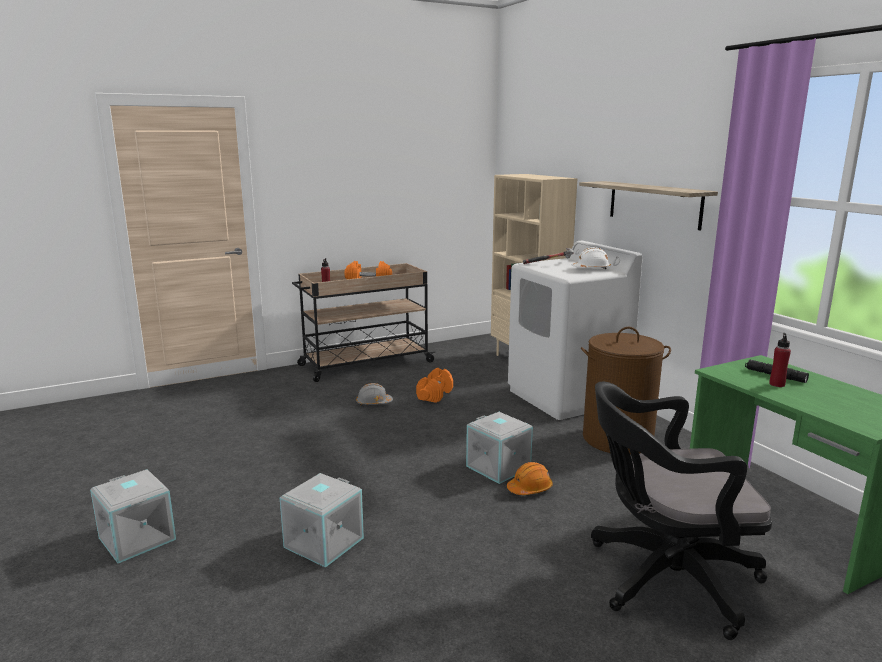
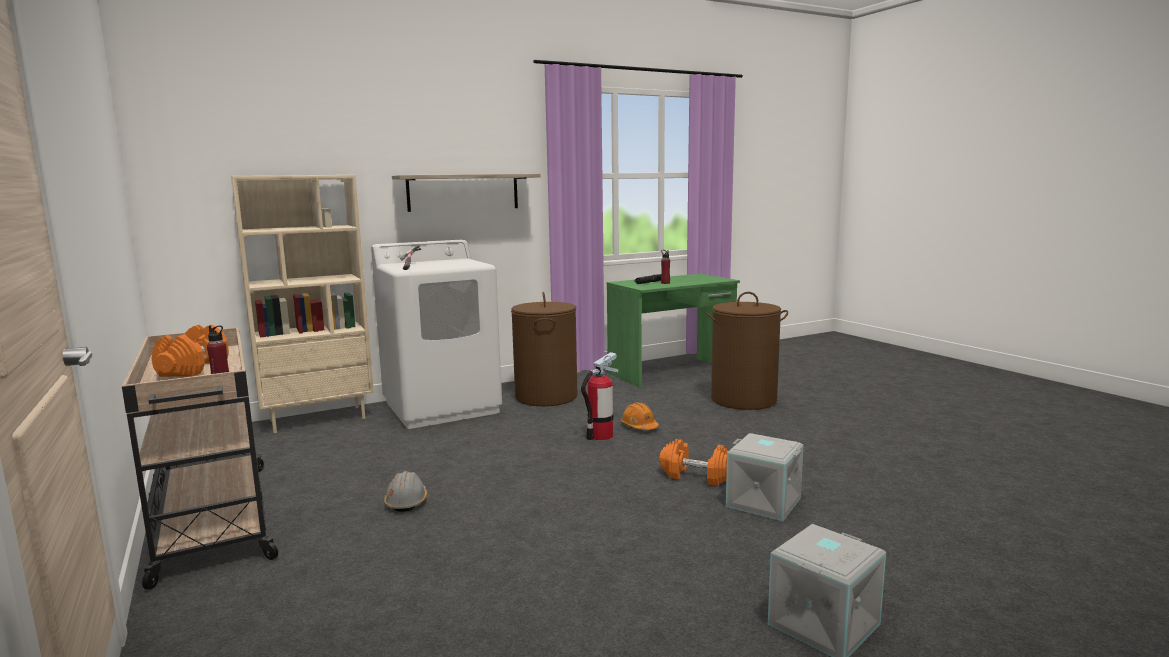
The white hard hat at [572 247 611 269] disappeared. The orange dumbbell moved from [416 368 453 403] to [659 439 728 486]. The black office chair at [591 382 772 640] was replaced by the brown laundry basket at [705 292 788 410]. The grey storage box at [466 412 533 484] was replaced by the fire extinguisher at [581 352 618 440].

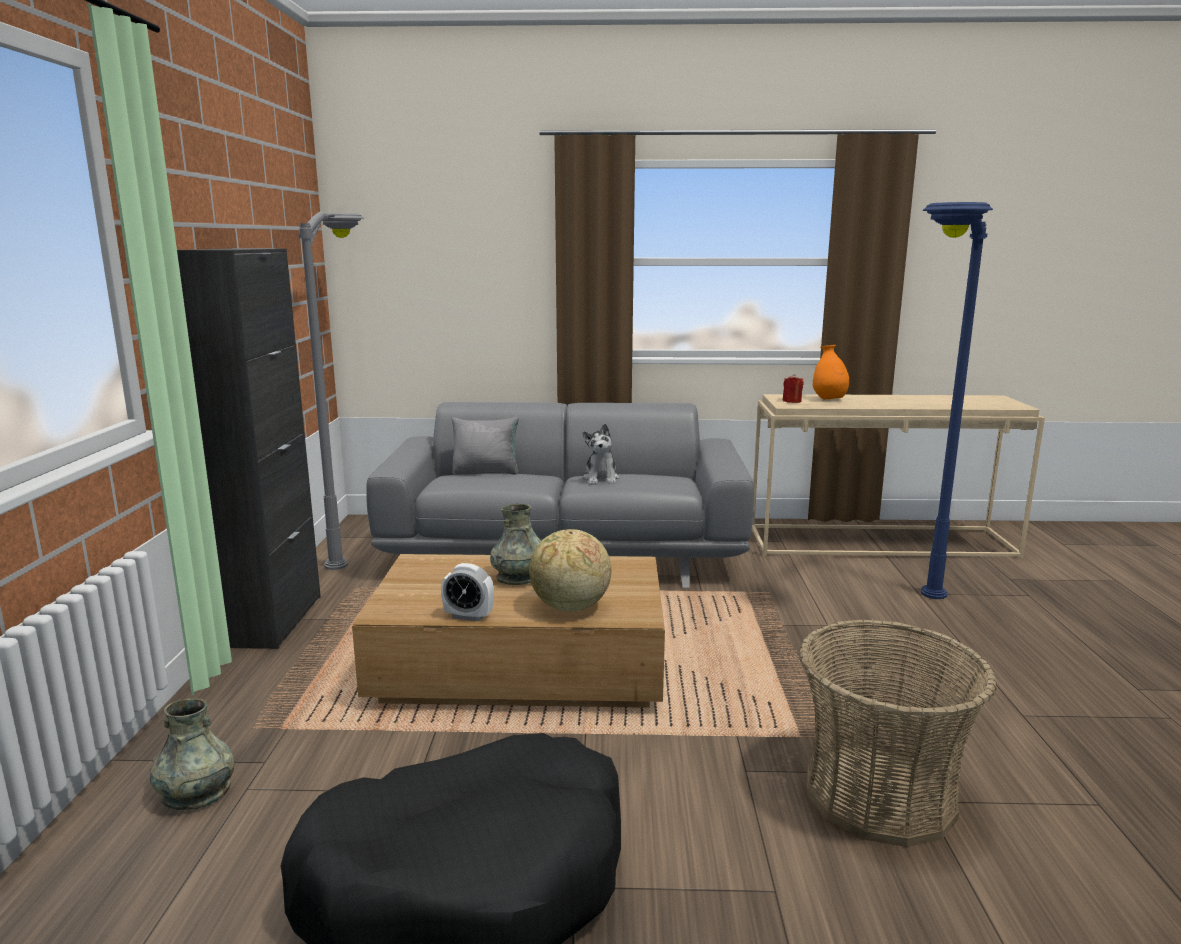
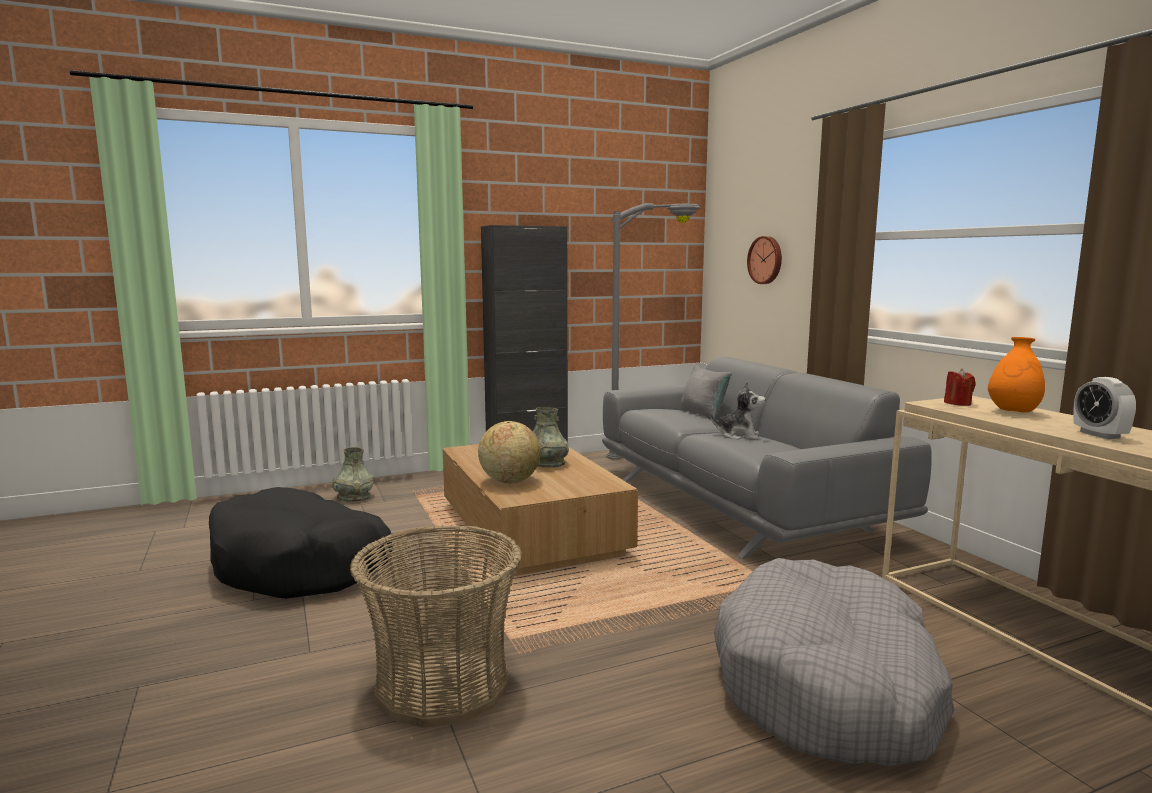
The blue floor lamp at [921 202 993 599] was replaced by the grey dog bed at [714 558 955 766]. The plush toy at [583 424 619 485] turned 135 degrees counterclockwise. The alarm clock moved from [441 563 494 621] to [1073 377 1136 439]. The wall clock at [747 236 782 284] appeared.

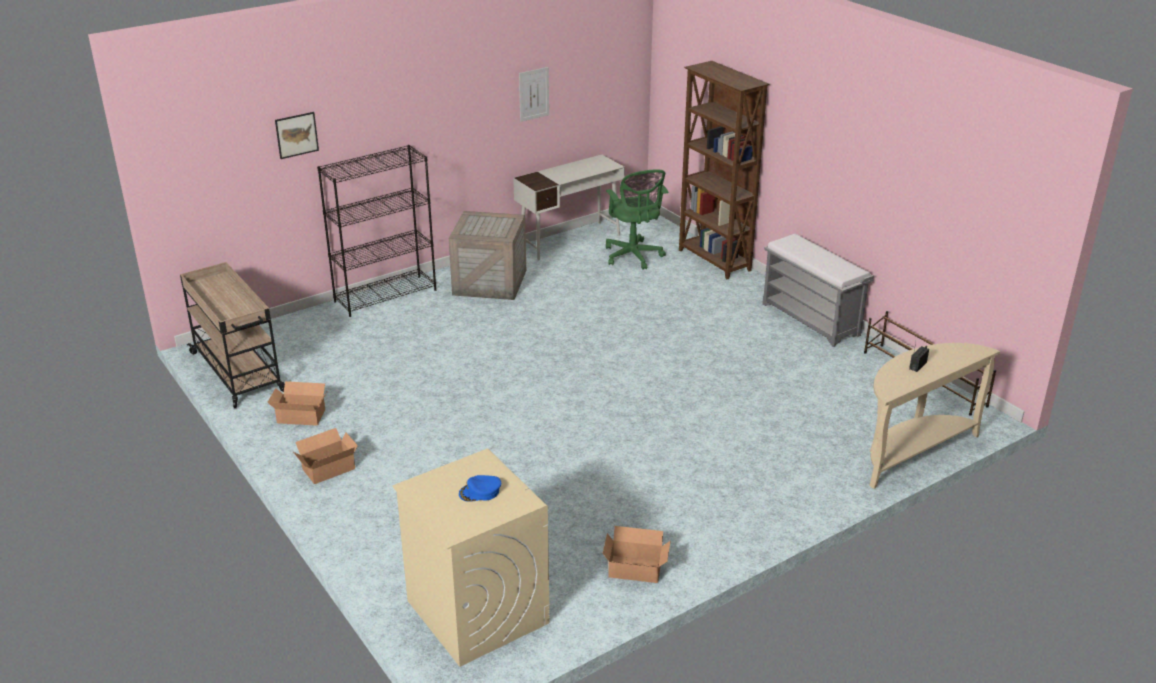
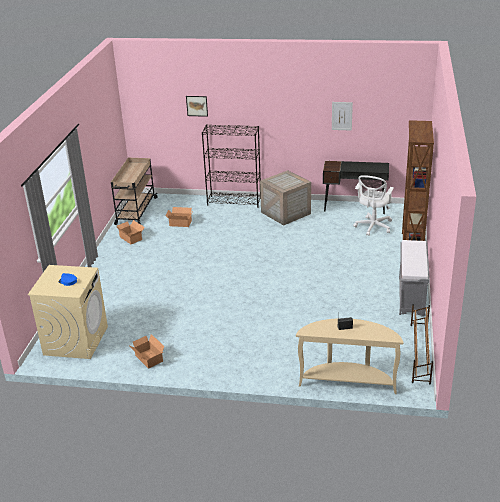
The white desk at [513 155 625 261] became the black desk at [323 161 389 214]. The green office chair at [606 169 668 270] became the white office chair at [353 175 394 236]. The cardboard box moved from [293 428 358 484] to [165 207 193 227].

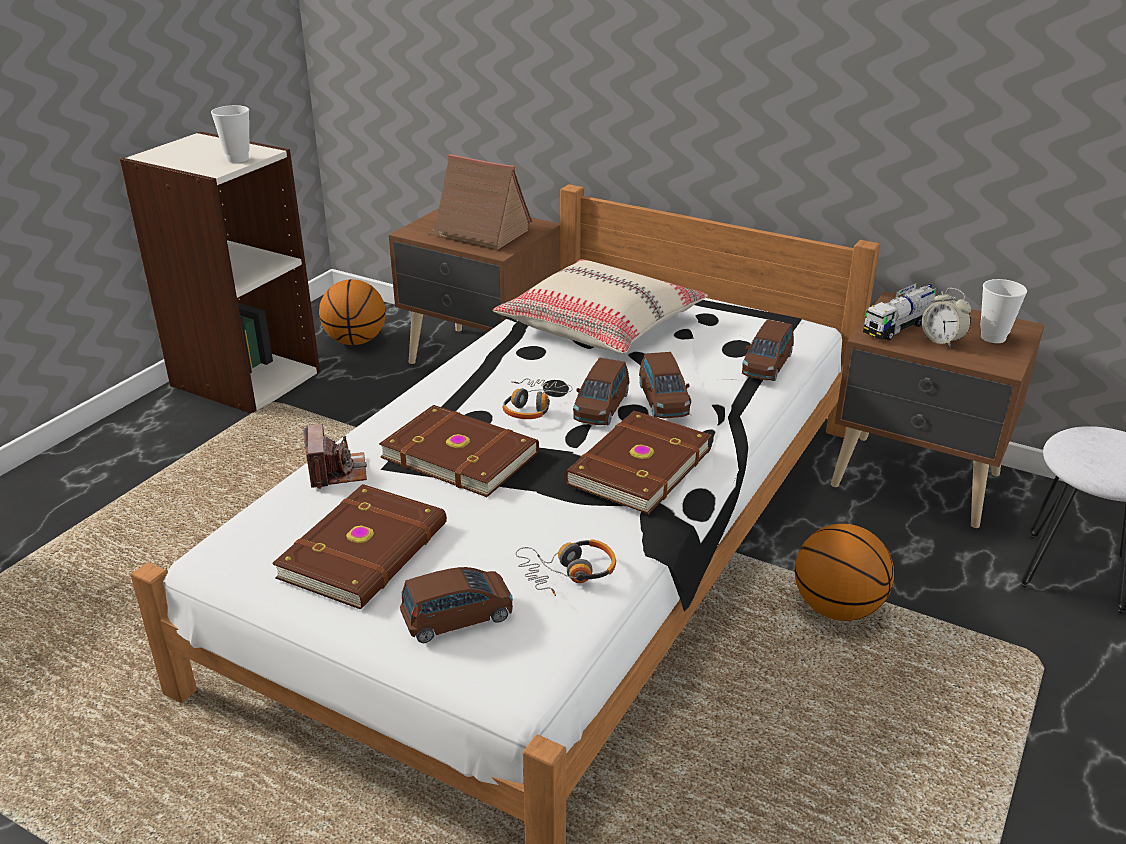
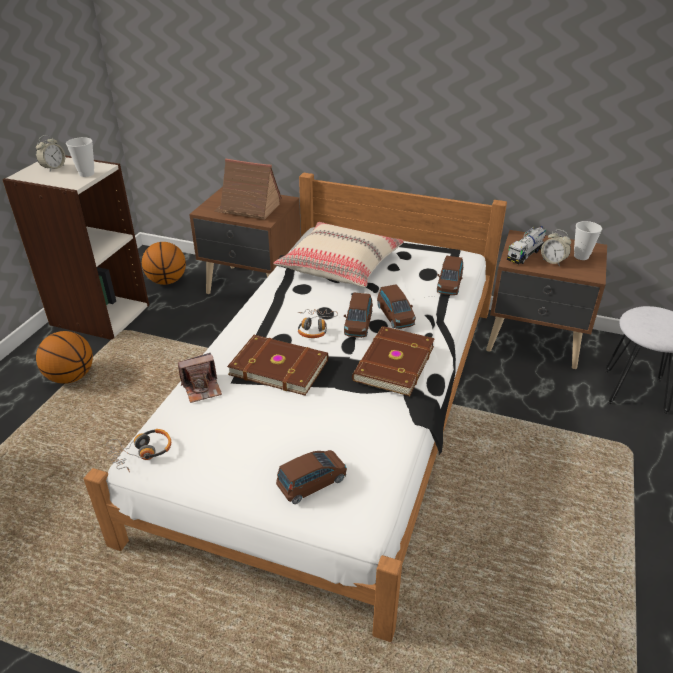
The photo camera at [302 424 367 489] turned 90 degrees clockwise. The brown book at [272 484 447 609] disappeared. The basketball moved from [795 524 894 621] to [36 331 93 384]. The headphones moved from [516 539 616 596] to [106 429 171 472]. The alarm clock at [36 135 65 171] appeared.

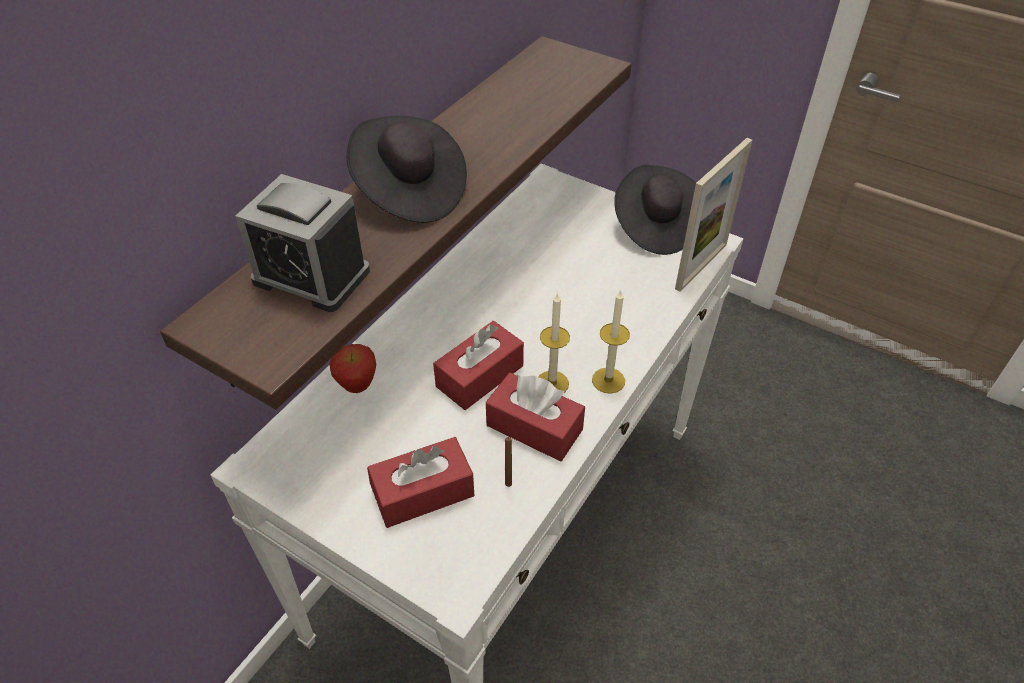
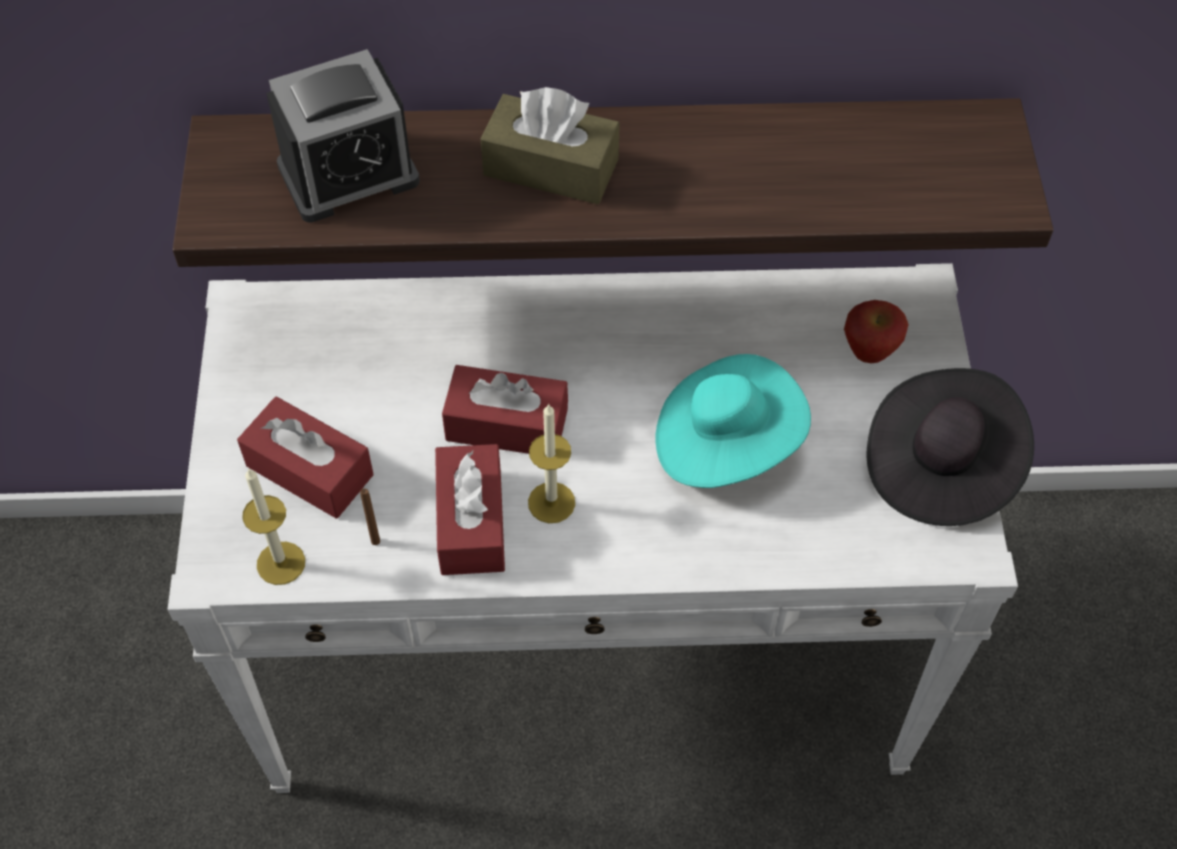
The black hat at [347 116 467 223] was replaced by the brown tissue box at [481 87 620 204]. The picture frame at [675 138 752 292] disappeared. The alarm clock at [235 174 370 312] turned 105 degrees counterclockwise. The candle moved from [592 290 630 394] to [242 468 305 585]. The apple moved from [330 344 376 393] to [844 300 909 363]. The turquoise hat at [655 354 811 488] appeared.

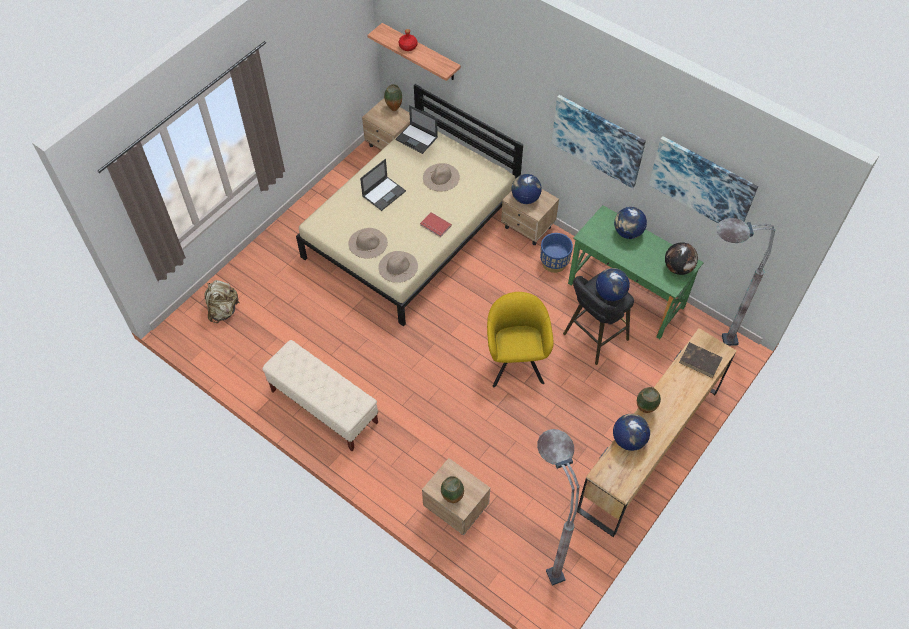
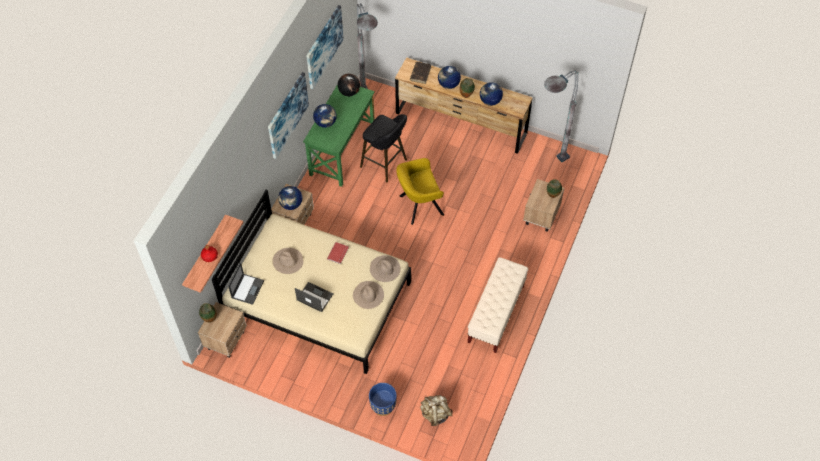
The blue planter moved from [540 233 573 273] to [369 383 397 416]. The globe moved from [596 268 630 301] to [438 66 461 89].

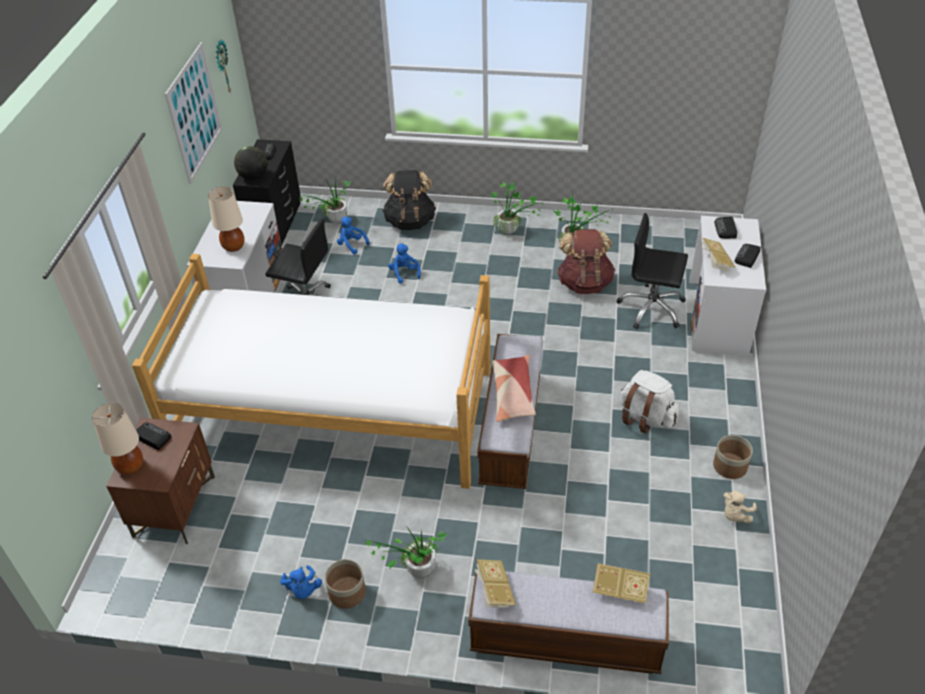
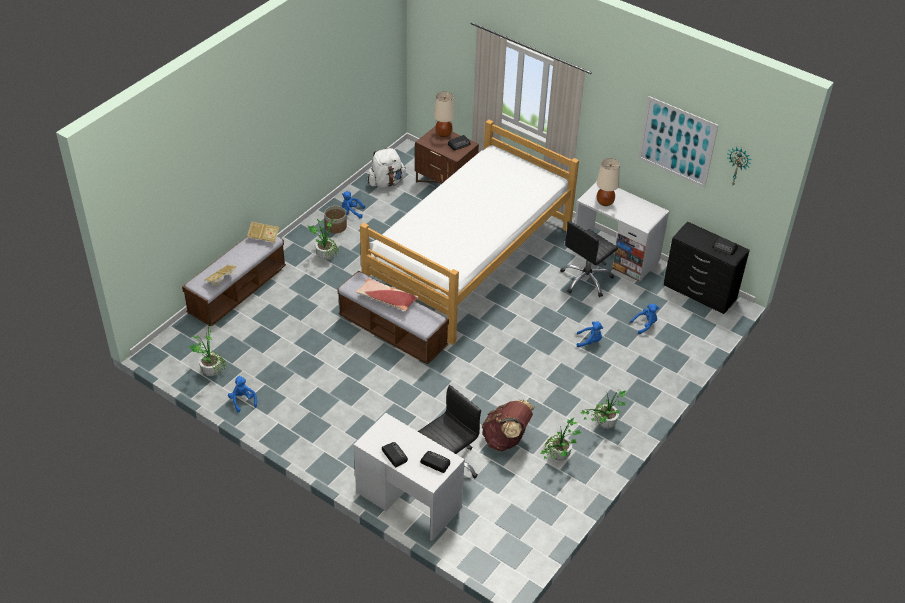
The globe at [234 146 267 180] disappeared. The black backpack at [382 170 436 230] disappeared. The potted plant moved from [298 178 351 223] to [188 320 227 376]. The book at [701 238 736 272] disappeared. The white backpack moved from [620 370 679 434] to [367 148 406 188]. The planter at [713 435 753 479] disappeared. The beige plush toy at [723 491 757 524] became the blue plush toy at [228 376 257 413].

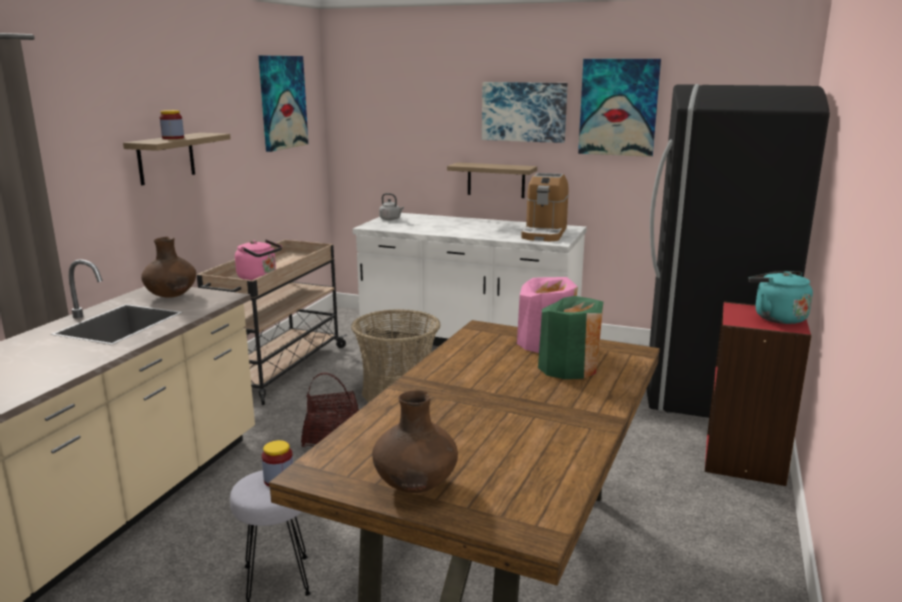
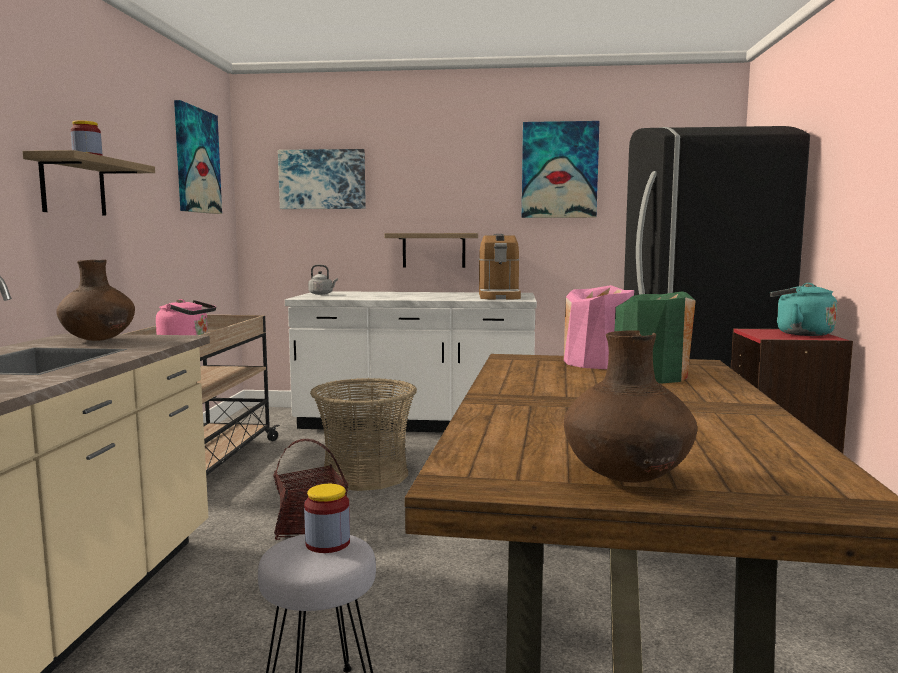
The picture moved from [482 82 568 143] to [278 149 366 209].

